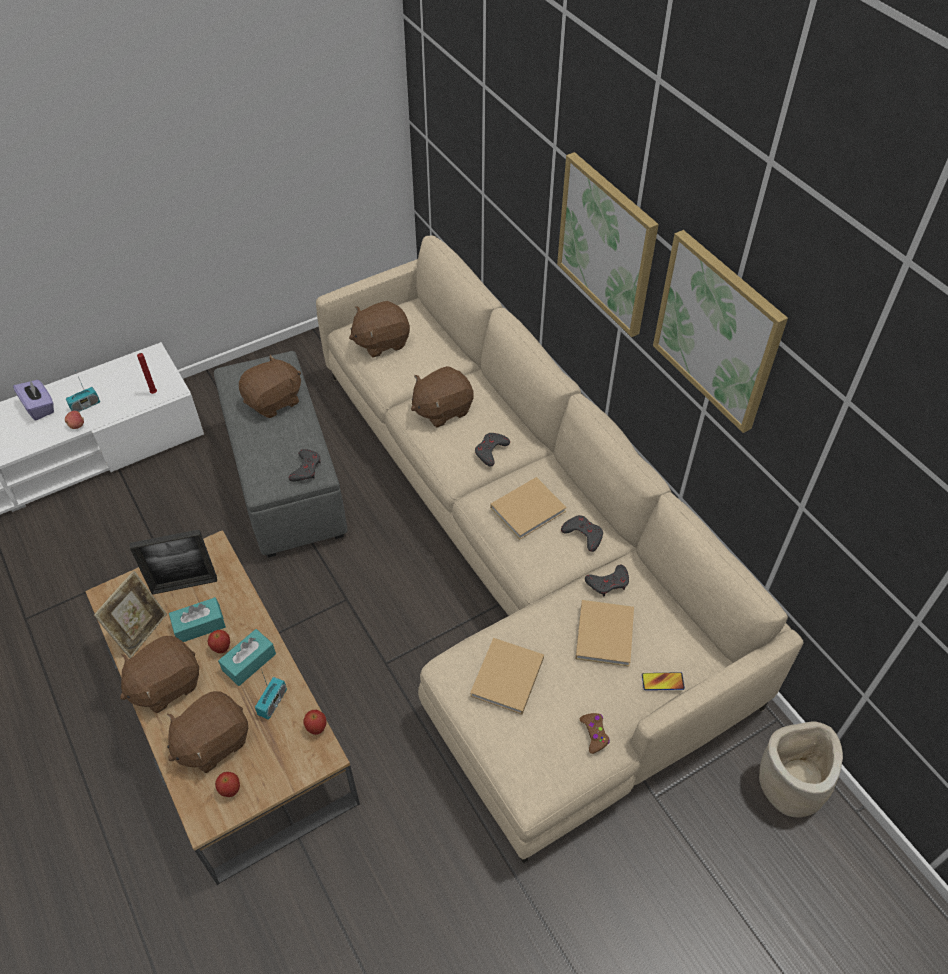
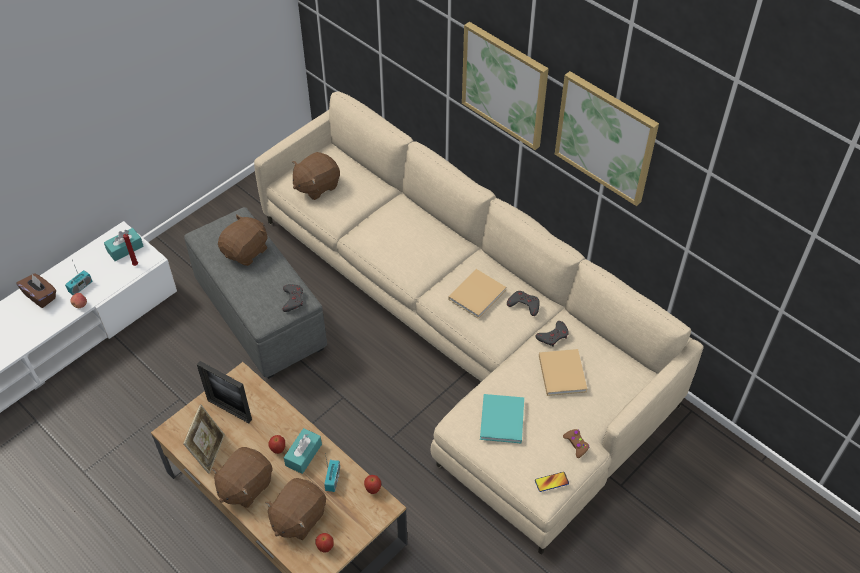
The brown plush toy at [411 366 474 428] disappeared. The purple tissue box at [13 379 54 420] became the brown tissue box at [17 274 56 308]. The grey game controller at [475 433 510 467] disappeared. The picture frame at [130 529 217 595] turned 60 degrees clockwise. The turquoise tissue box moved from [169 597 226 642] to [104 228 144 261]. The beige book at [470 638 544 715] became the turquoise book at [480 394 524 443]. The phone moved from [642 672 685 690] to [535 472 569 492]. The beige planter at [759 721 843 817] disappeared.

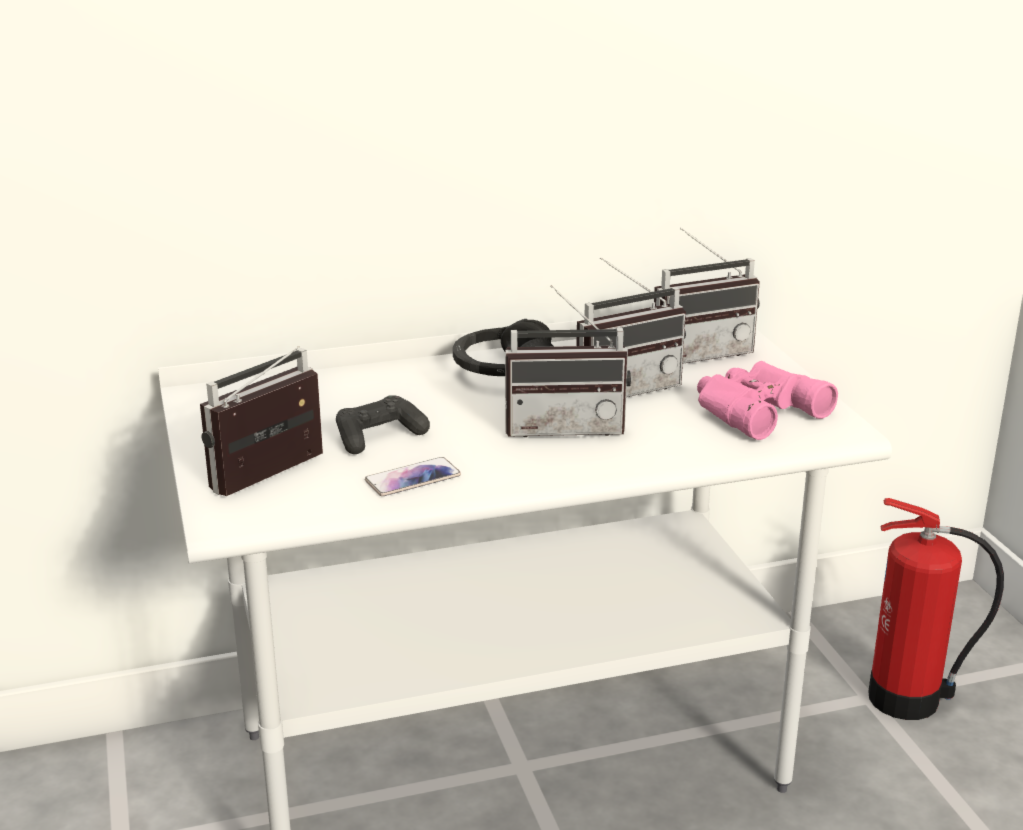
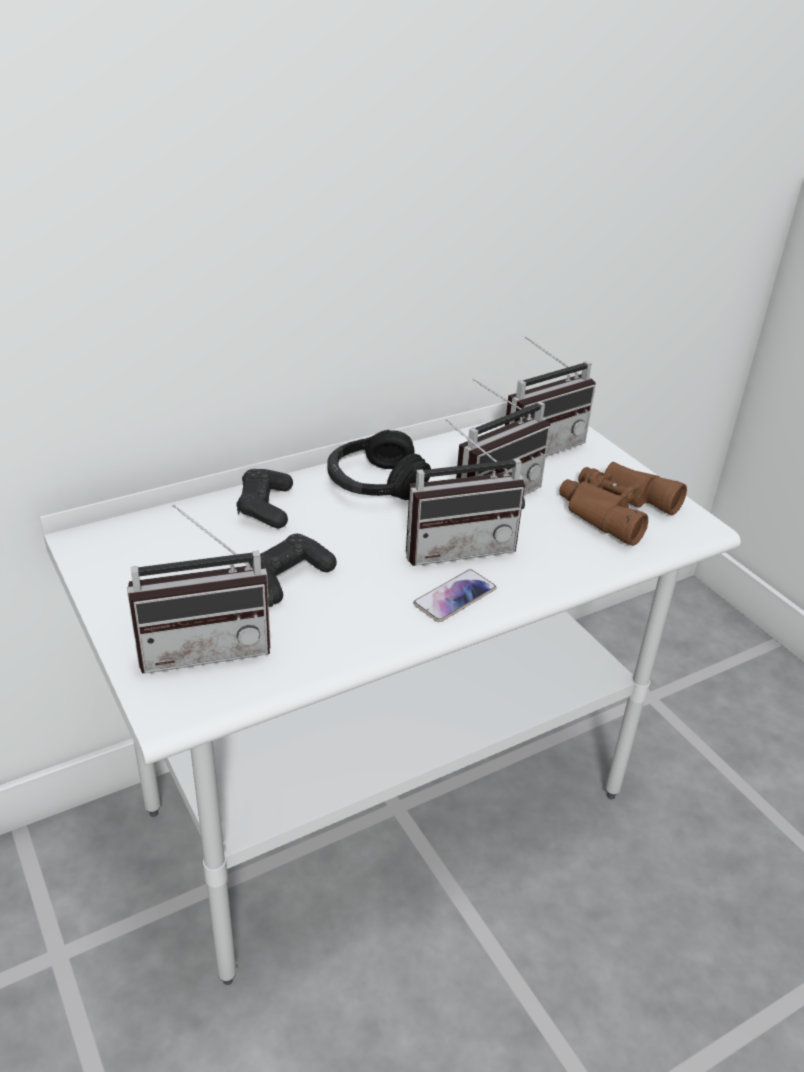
The radio at [200 346 323 496] turned 135 degrees counterclockwise. The pink binoculars at [697 361 838 440] became the brown binoculars at [559 462 687 546]. The phone moved from [365 457 461 496] to [413 569 496 622]. The fire extinguisher at [868 498 1004 720] disappeared. The black game controller at [237 469 293 528] appeared.

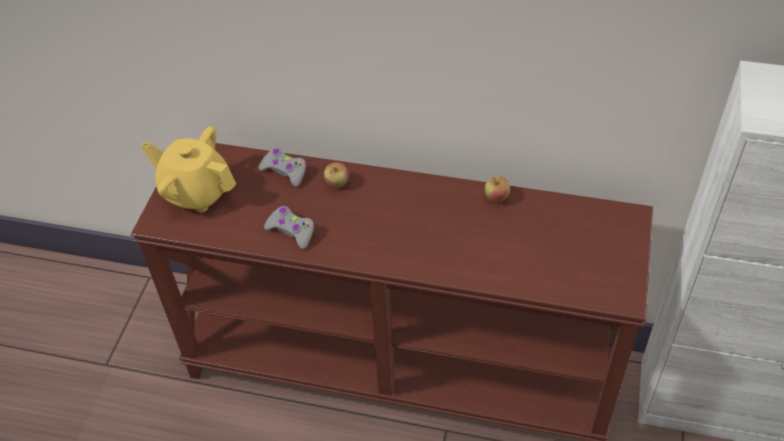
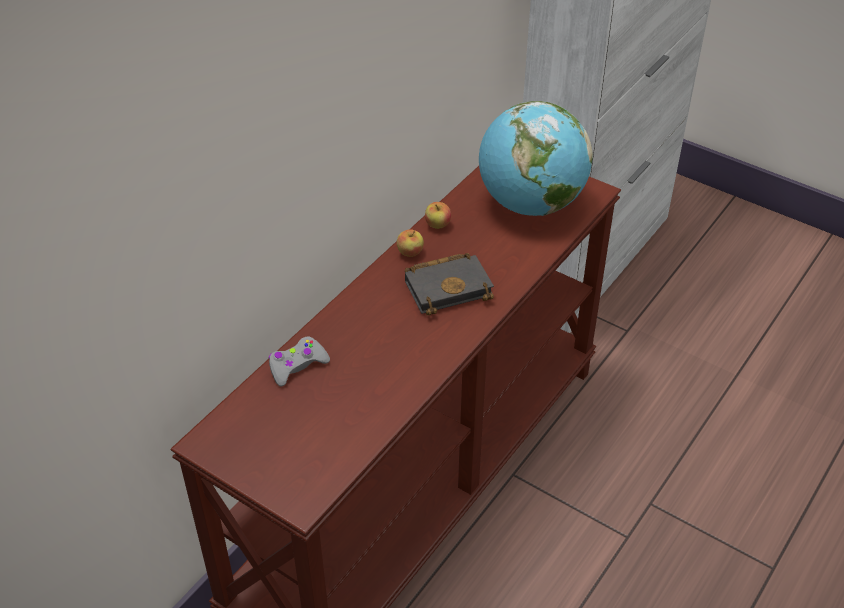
The yellow teapot at [141 126 236 212] disappeared. The apple moved from [324 162 349 188] to [397 229 424 257]. The grey game controller at [264 206 315 249] disappeared. The globe at [479 101 593 216] appeared. The black book at [405 253 494 315] appeared.

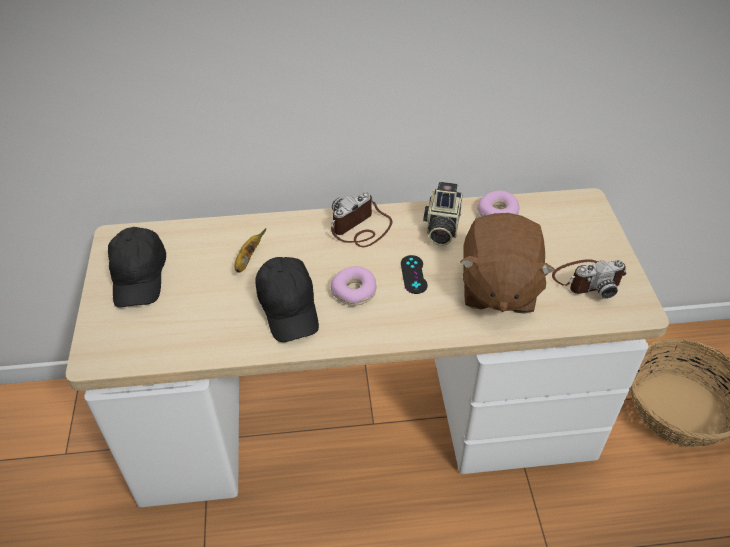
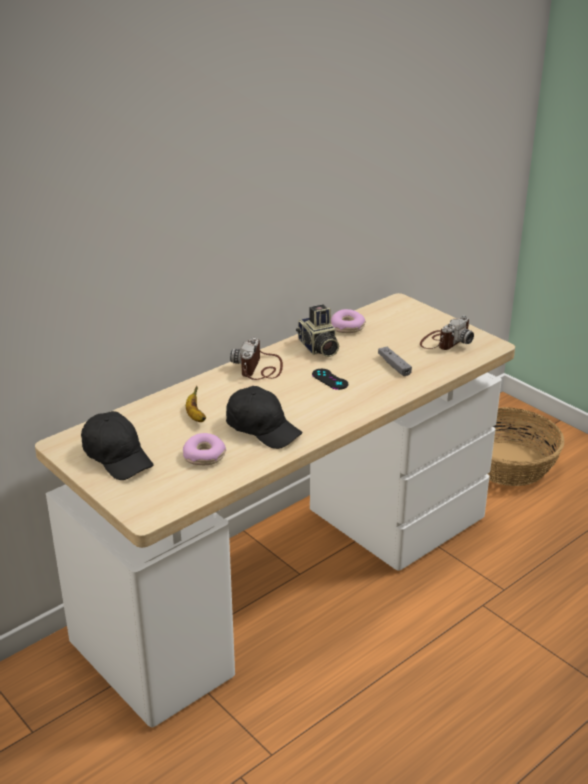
The brown plush toy at [460 213 555 314] was replaced by the grey game controller at [378 347 412 376]. The donut moved from [330 266 377 306] to [183 433 226 465].

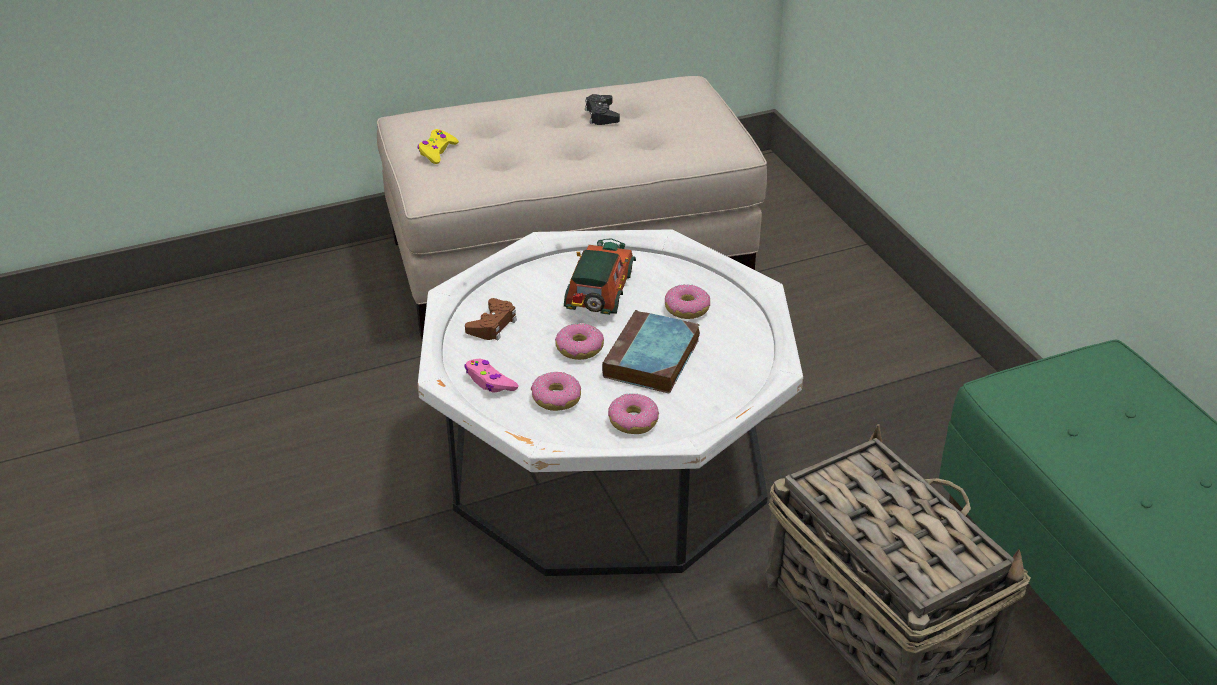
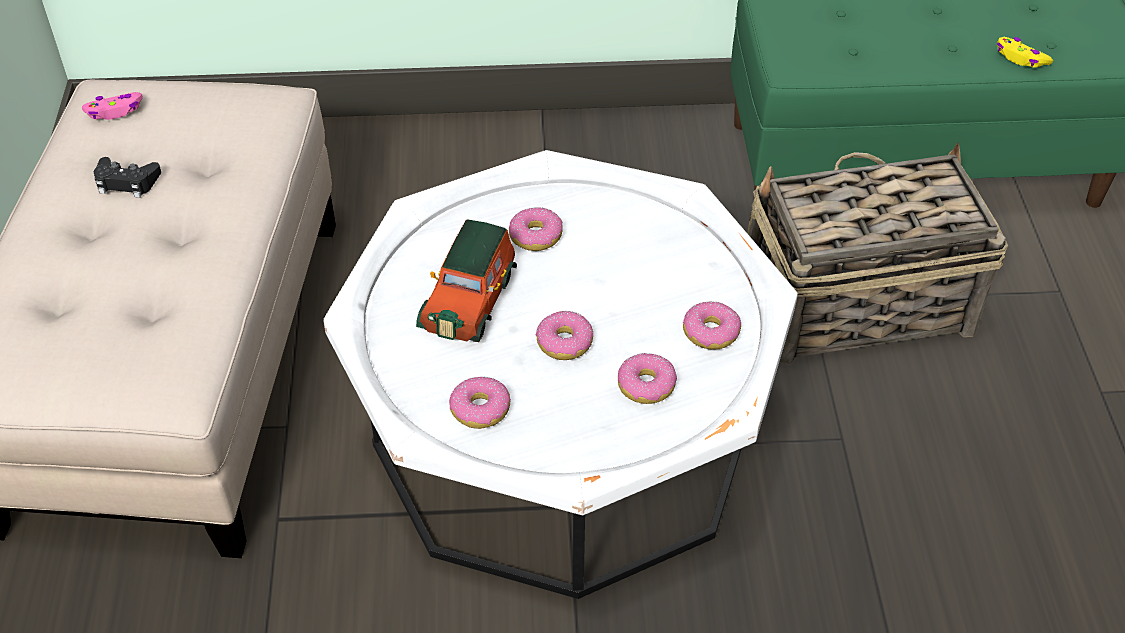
The yellow game controller moved from [417 129 459 164] to [997 37 1053 68]. The toy car at [564 238 636 315] turned 105 degrees counterclockwise. The brown game controller at [465 298 517 340] was replaced by the donut at [449 376 511 429]. The book at [602 310 700 394] disappeared. The pink game controller moved from [464 359 519 392] to [82 92 143 120].

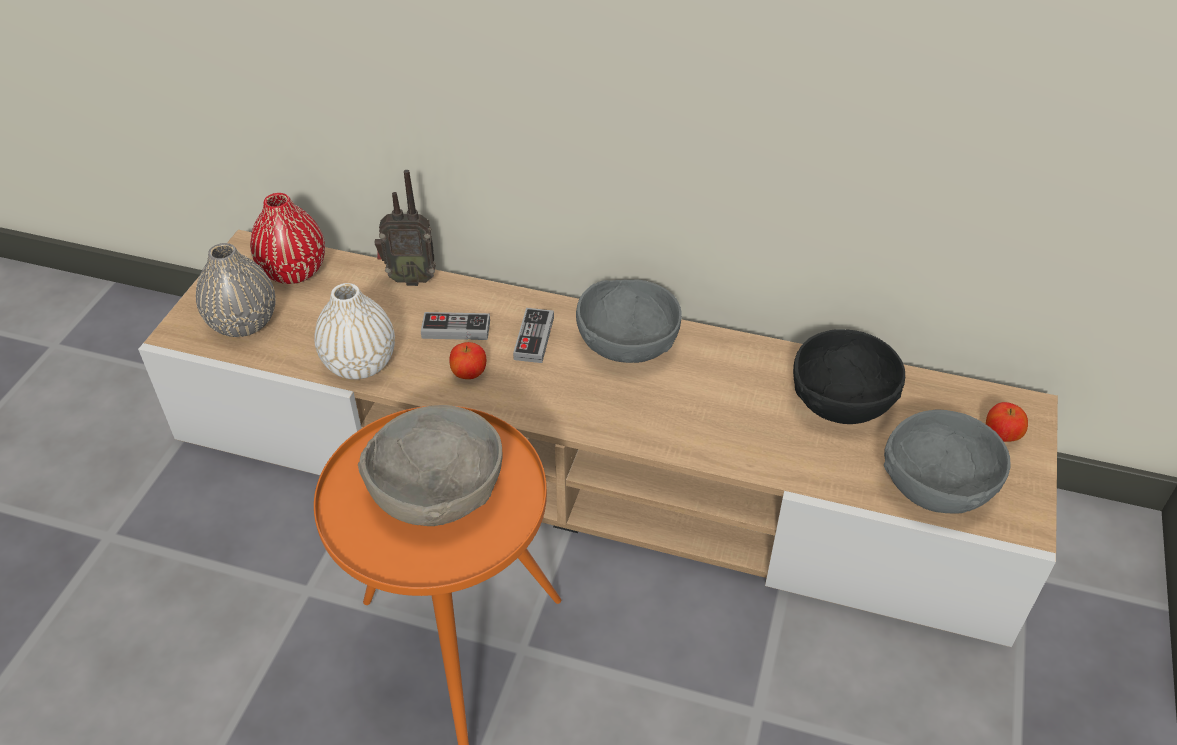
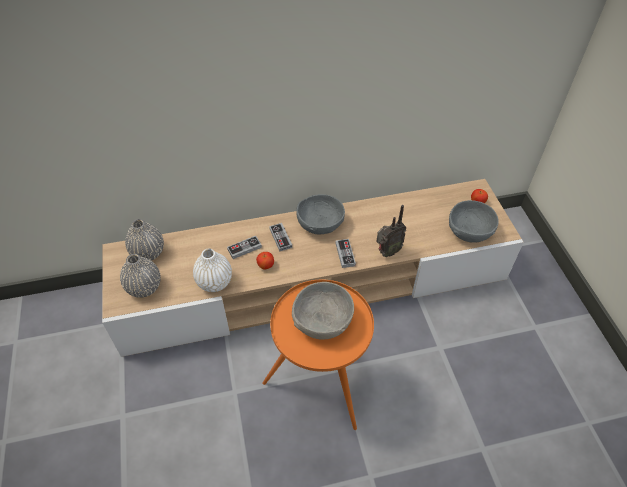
The radio moved from [375 170 436 286] to [376 205 407 257]. The red vase at [250 193 325 284] became the grey vase at [125 219 164 261]. The black bowl at [793 329 905 424] disappeared. The game controller at [335 239 356 268] appeared.

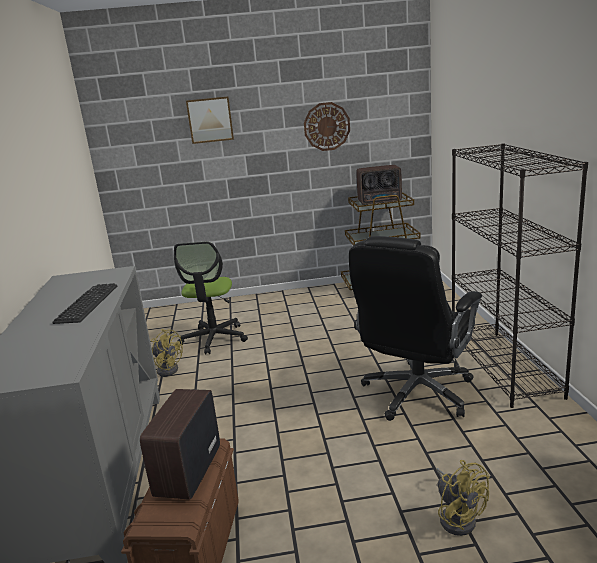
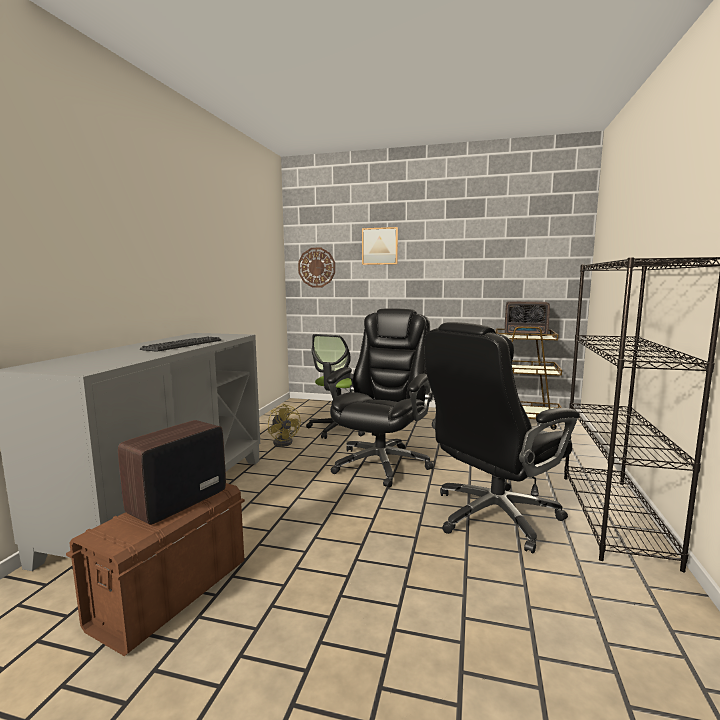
The wall clock moved from [304 102 350 151] to [298 248 335 287]. The yellow fan at [436 460 490 536] disappeared. The black office chair at [327 308 434 488] appeared.

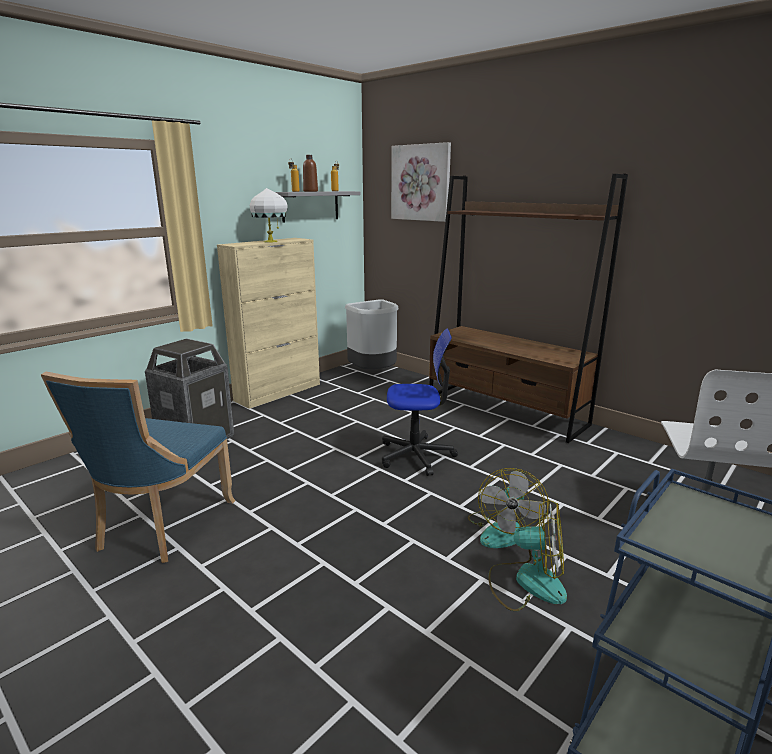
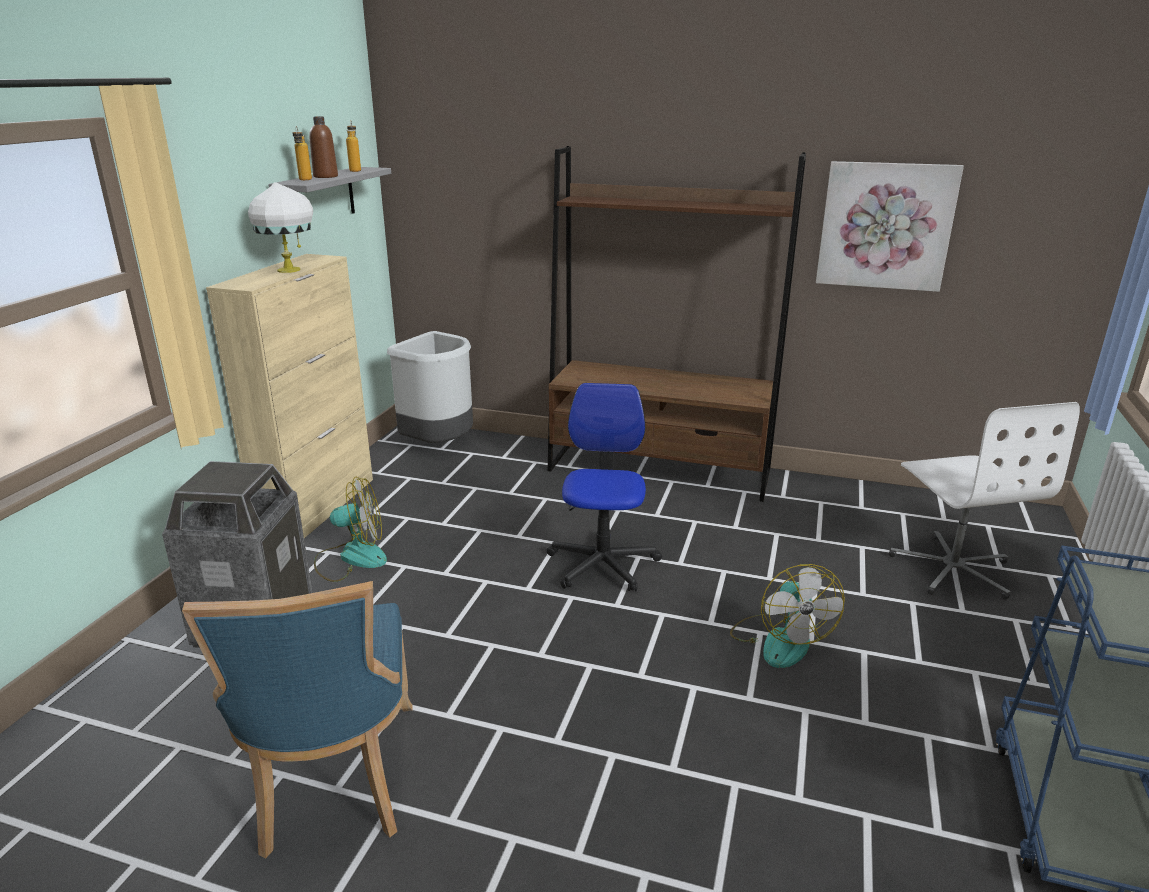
The picture moved from [391 142 451 222] to [816 161 964 292]. The office chair at [382 328 458 476] turned 60 degrees counterclockwise. The fan moved from [489 499 567 611] to [314 476 387 582].

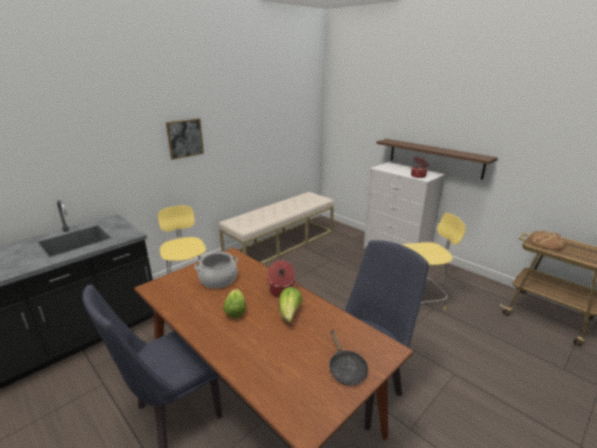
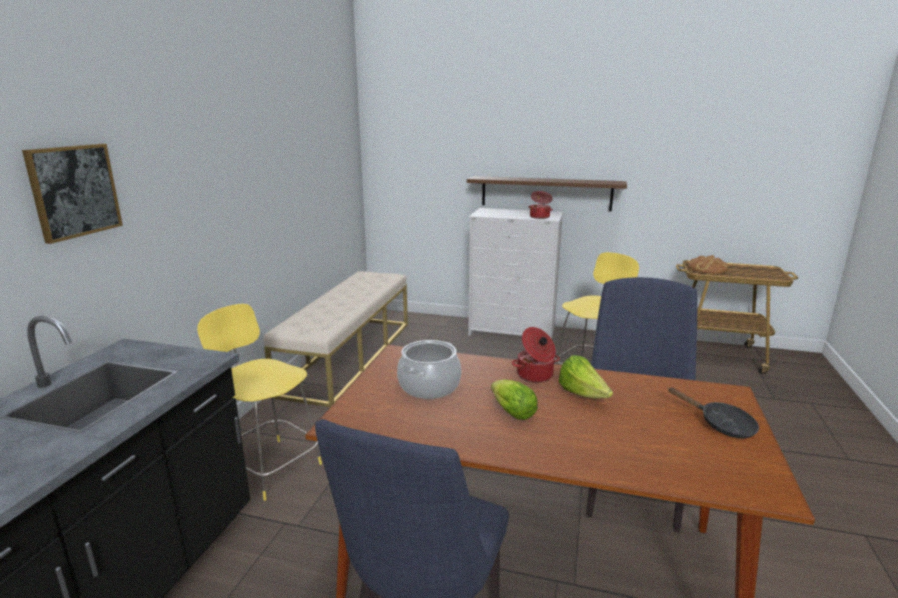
The picture moved from [166 118 204 160] to [22 144 123 244].

